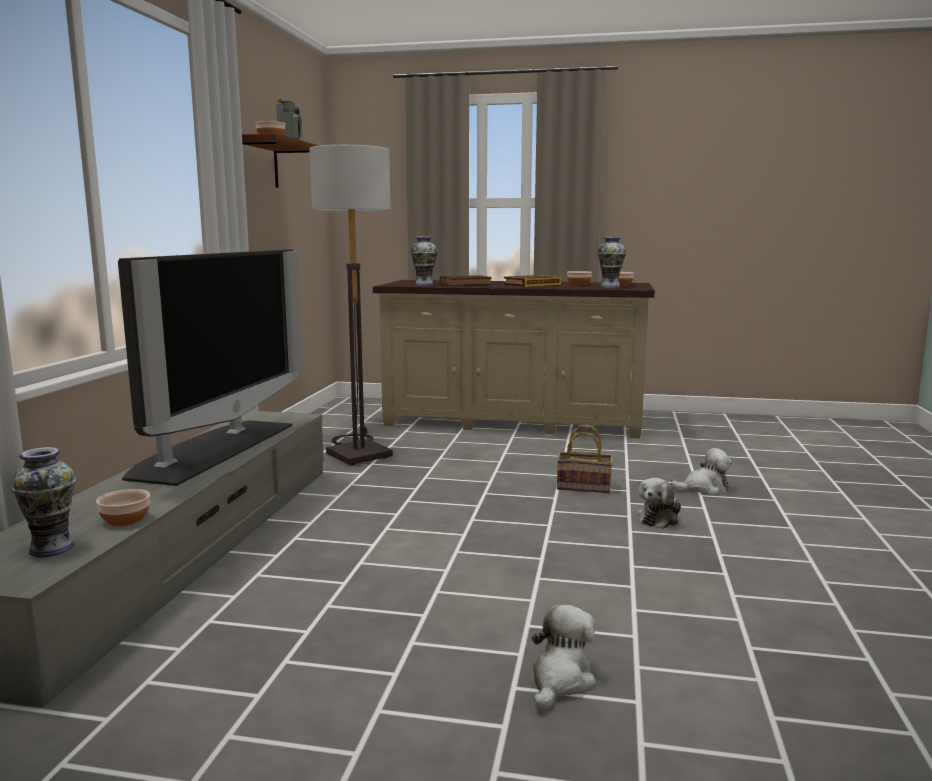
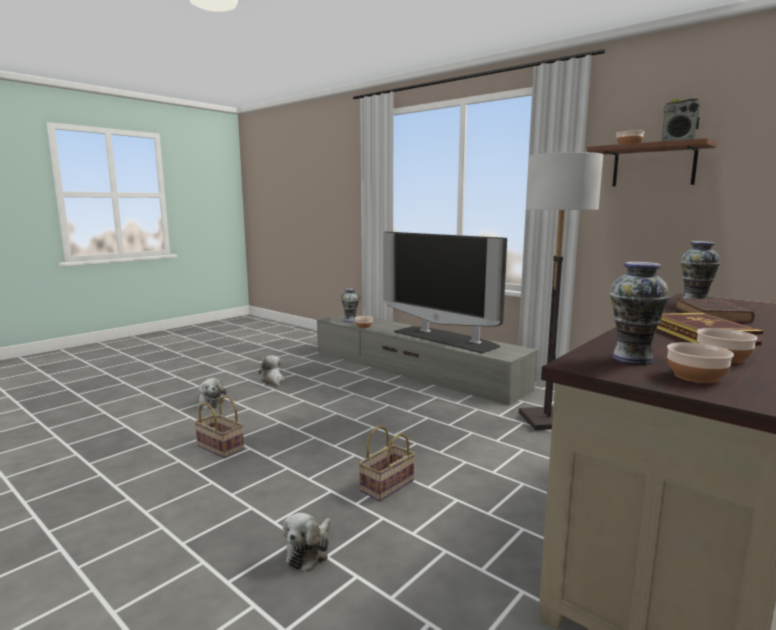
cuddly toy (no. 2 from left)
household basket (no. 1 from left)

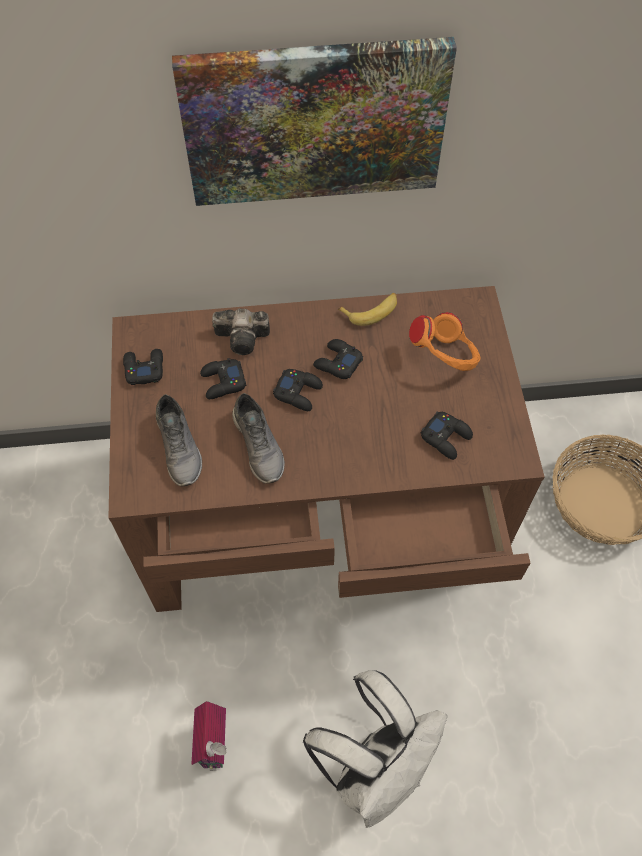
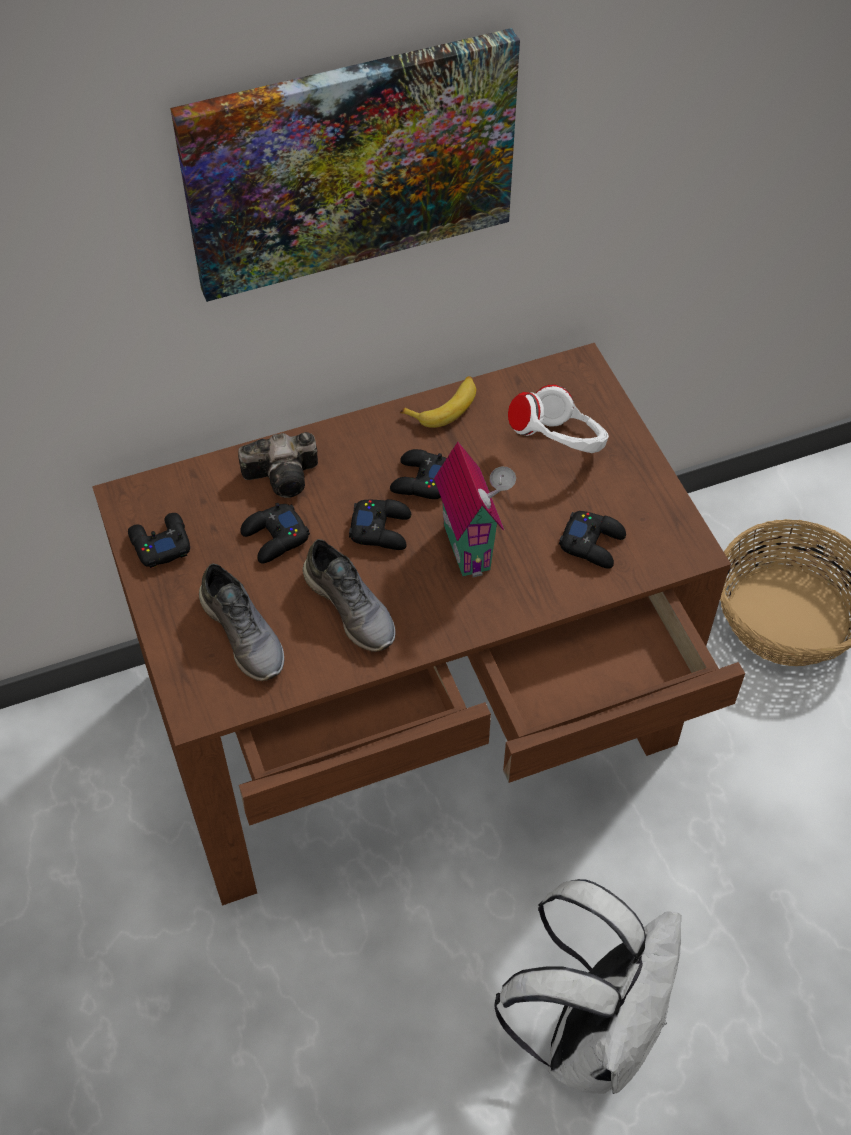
headset (whitish)
miniature house

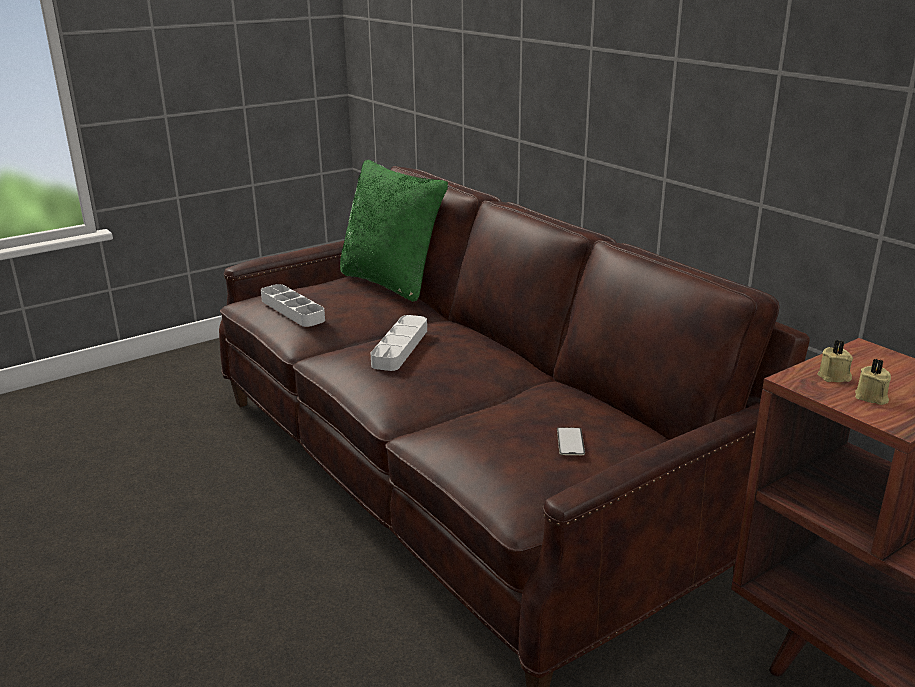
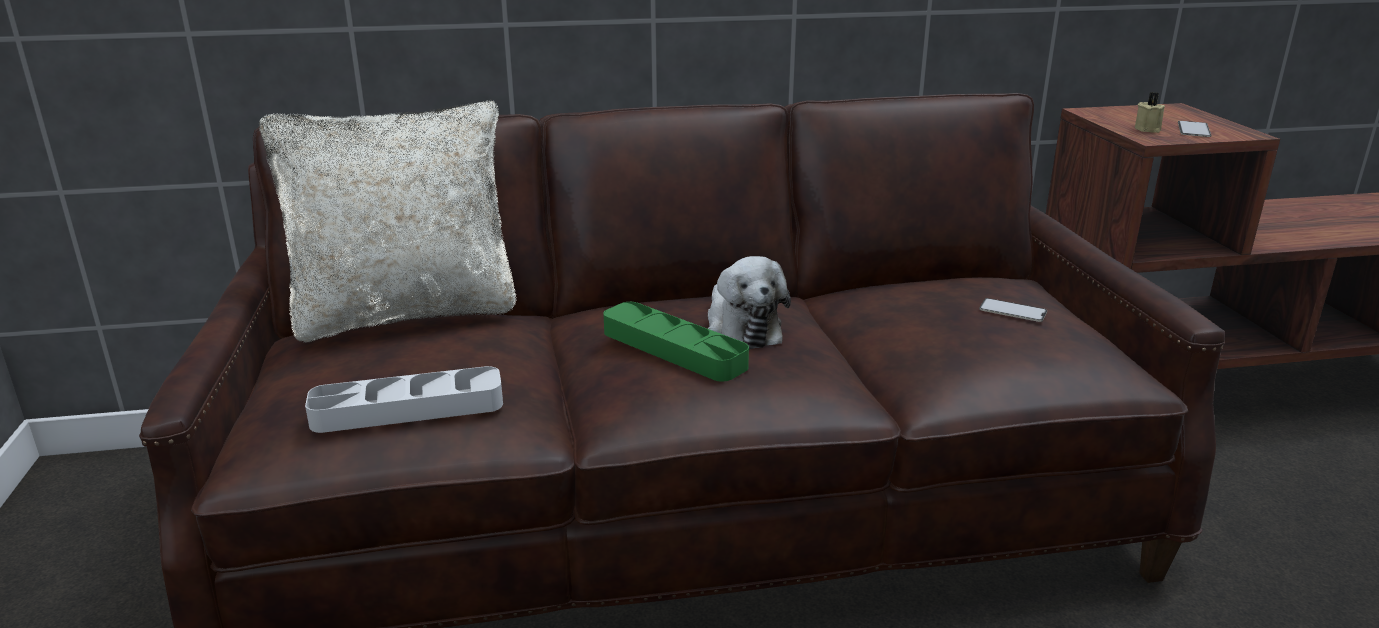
throw pillow (beige)
carrying tray (green-coloured)
phone (no. 2 from left)
cuddly toy

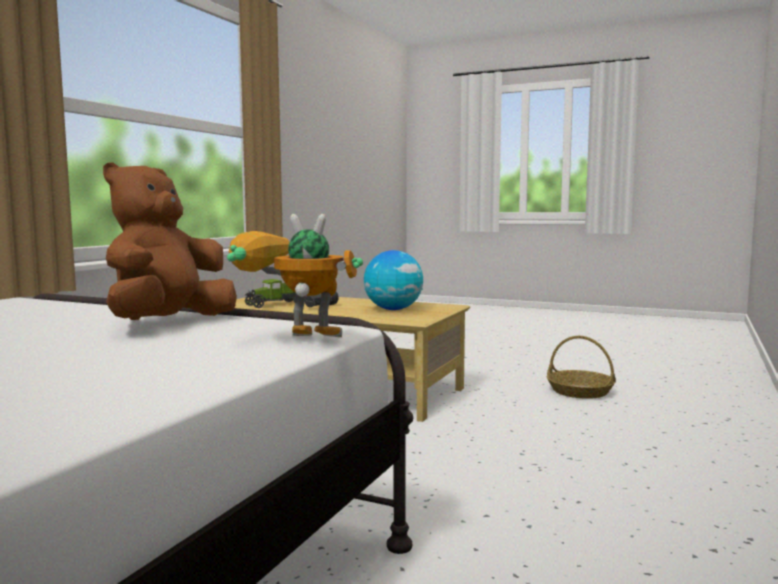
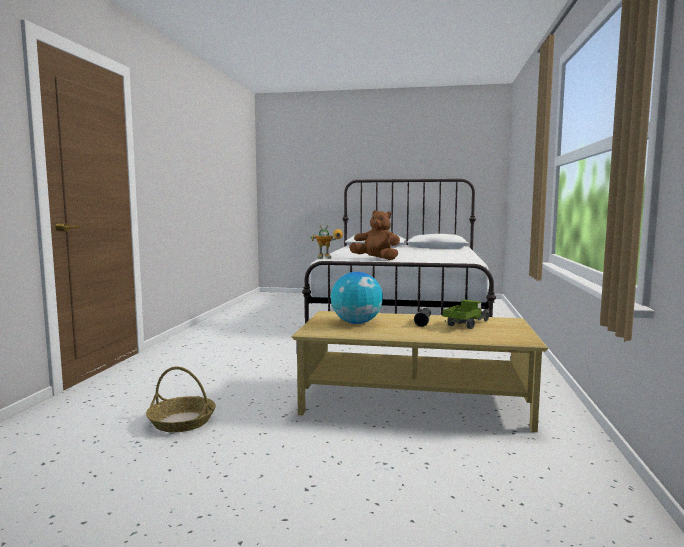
cuddly toy (brown-coloured)

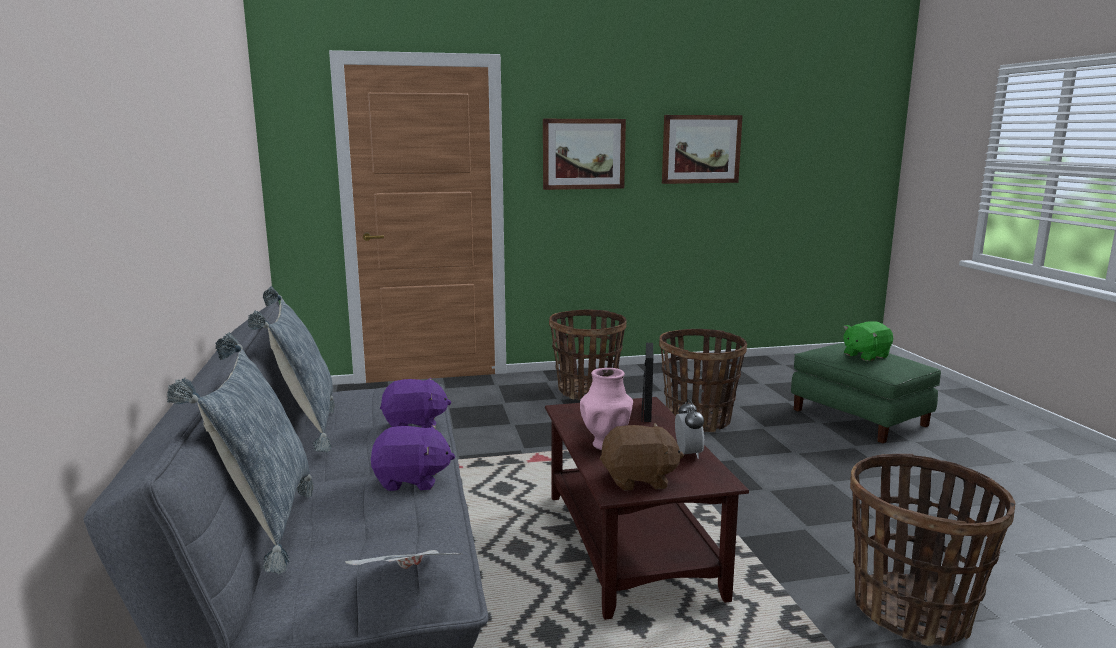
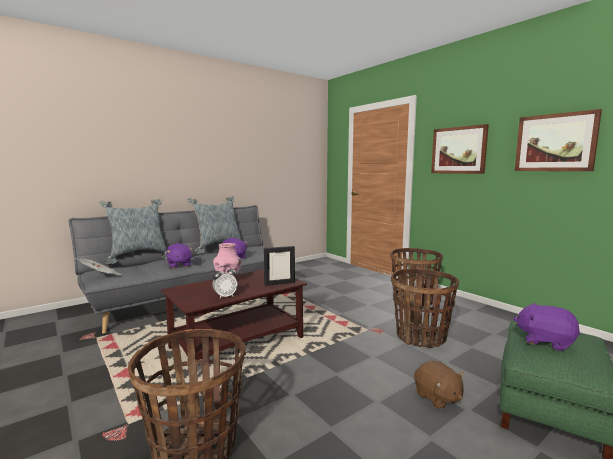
cuddly toy (purple-coloured) (no. 3 from left)
cuddly toy (brown-coloured)

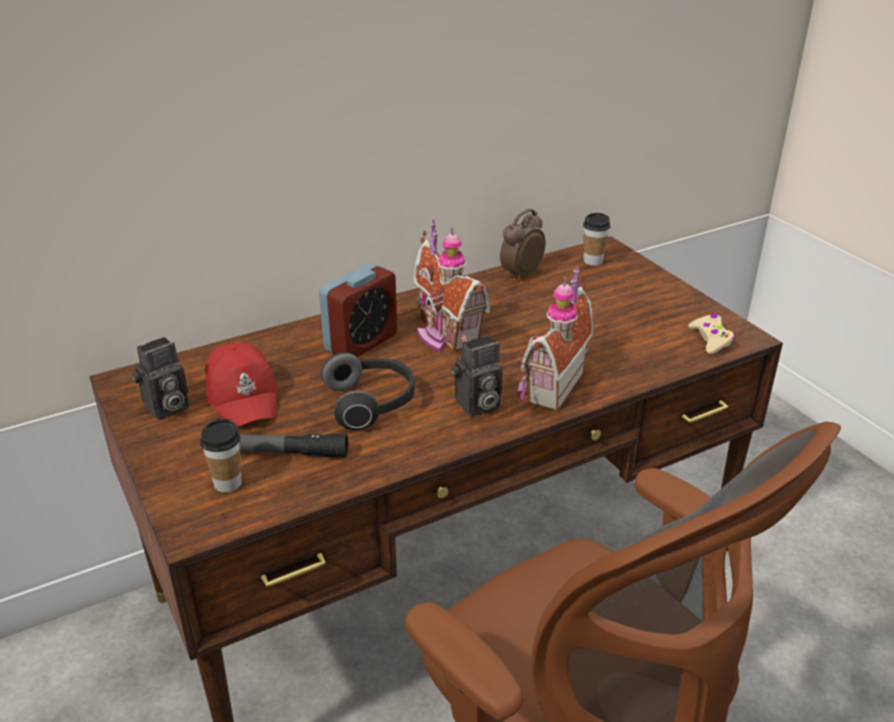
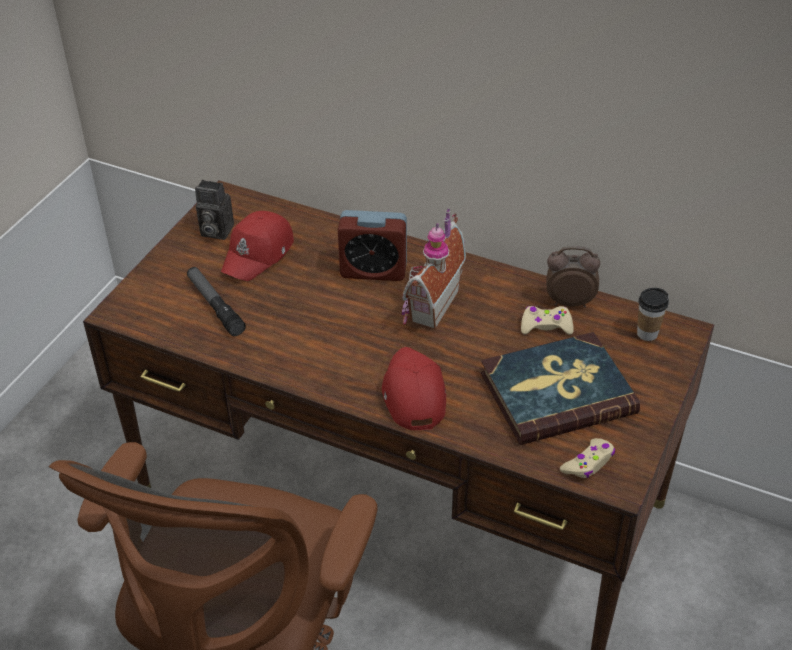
peaked cap (red) (no. 2 from left)
photo camera (no. 2 from left in the first image)
headset
cup (no. 1 from left in the first image)
gamepad (beige) (no. 1 from left)
bound book

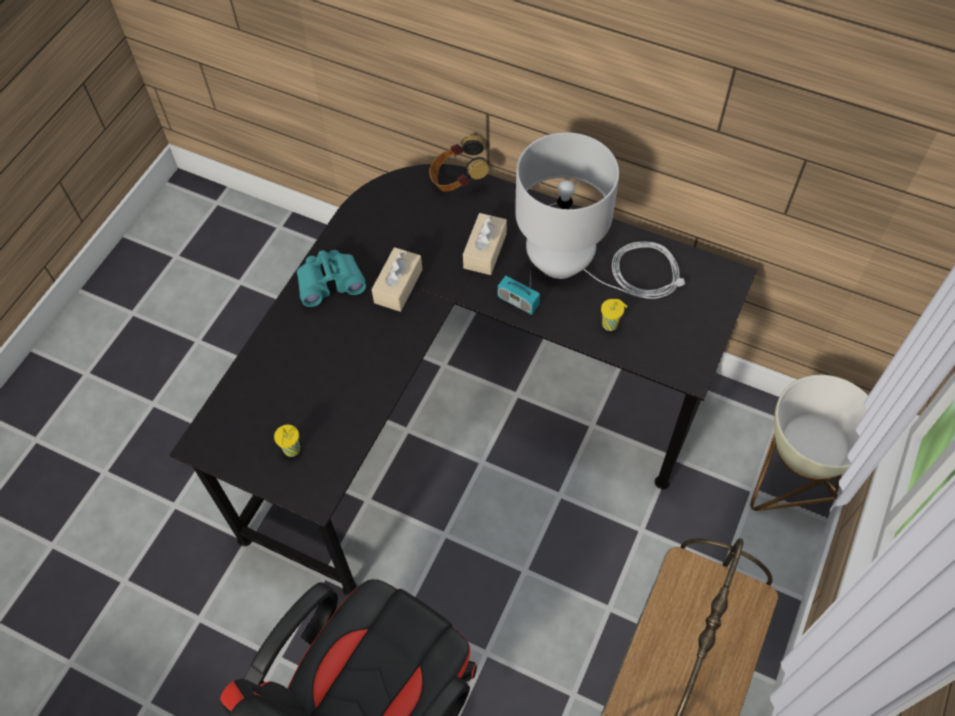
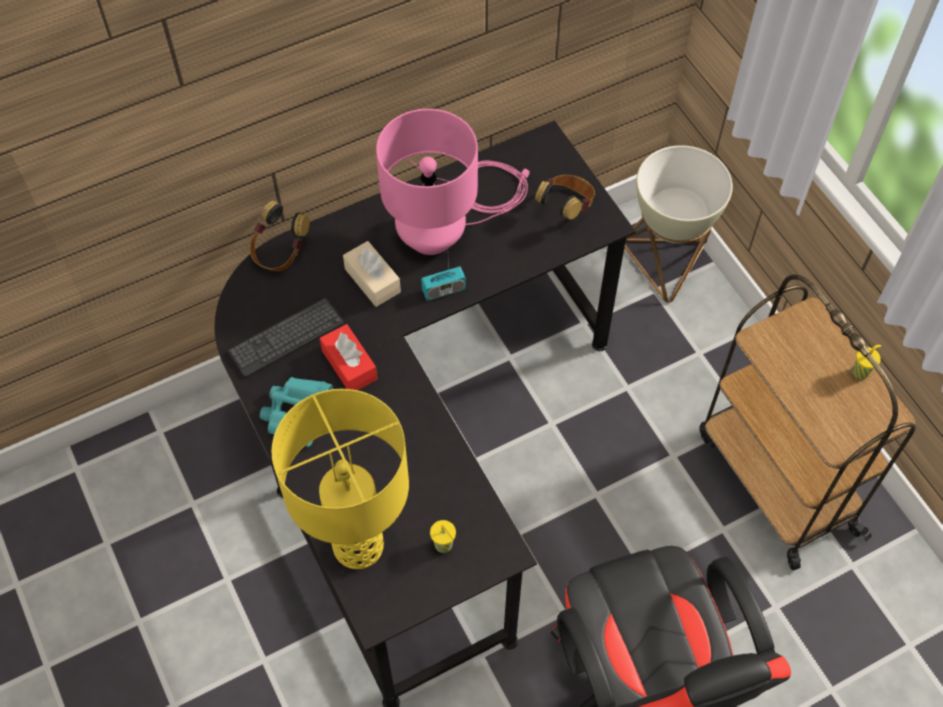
tabletop lamp (pink)
box of tissues (red)
cup (yellow-coloured) (no. 2 from left)
headset (no. 2 from left)
computer keyboard
tabletop lamp (yellow-coloured)

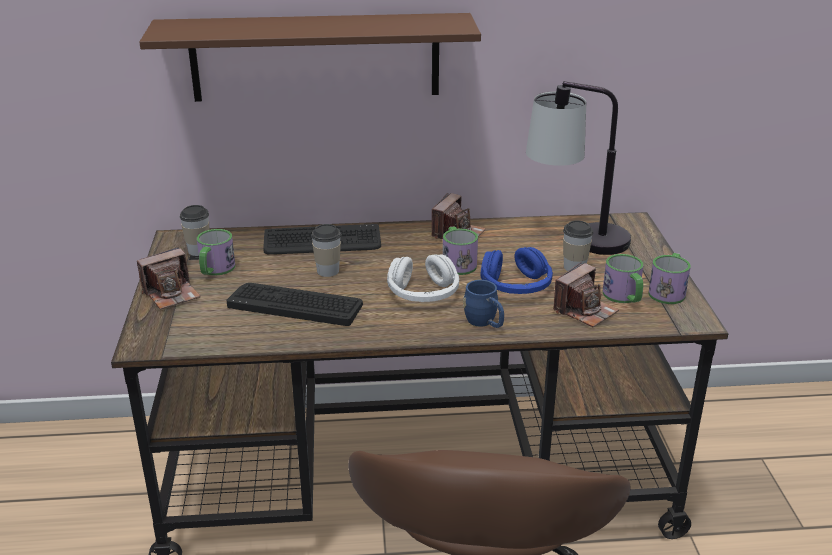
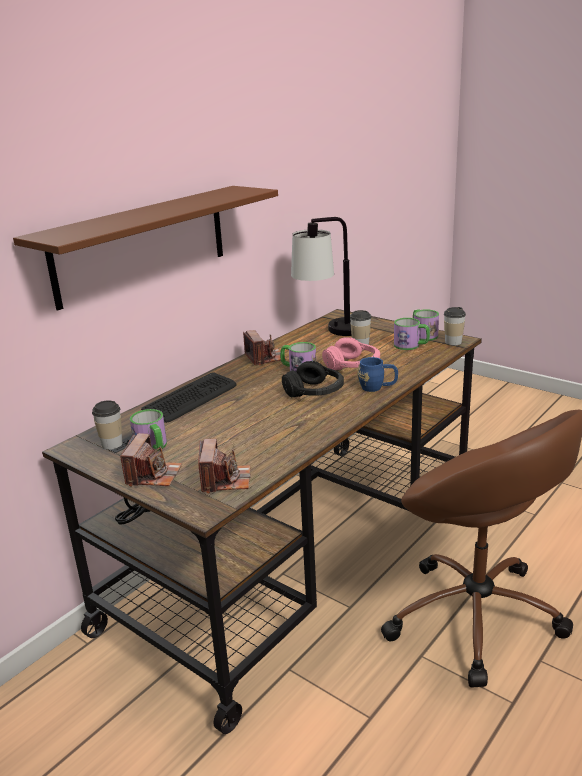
cup (no. 3 from left)
headset (pink)
headset (black)
photo camera (no. 2 from left)
computer keyboard (no. 1 from left in the first image)

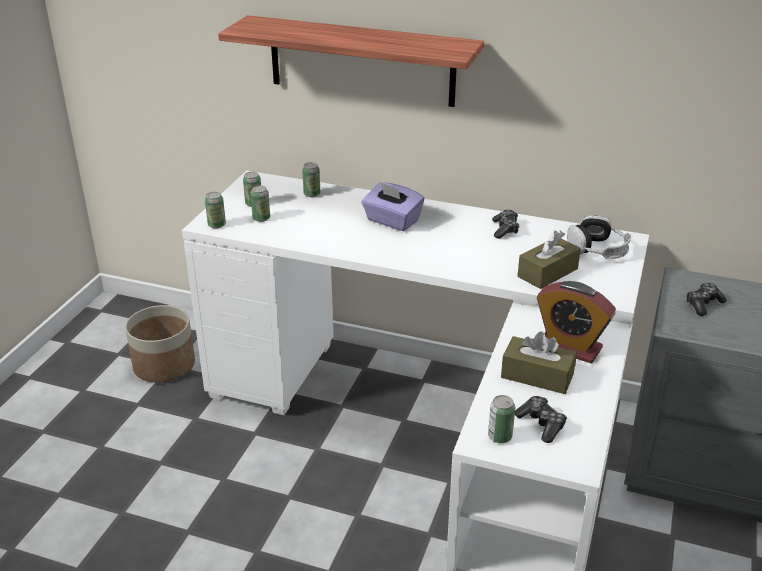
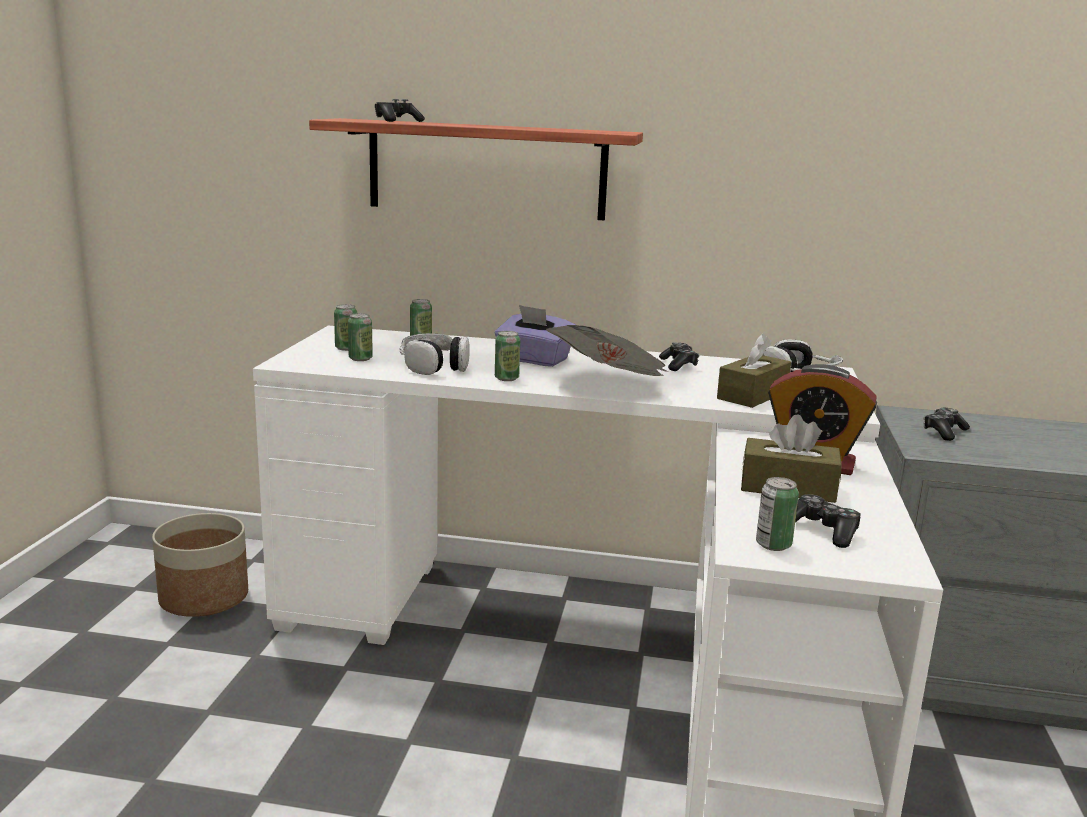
sealed can (no. 4 from left)
gamepad (no. 1 from left)
newspaper
headset (no. 1 from left)

